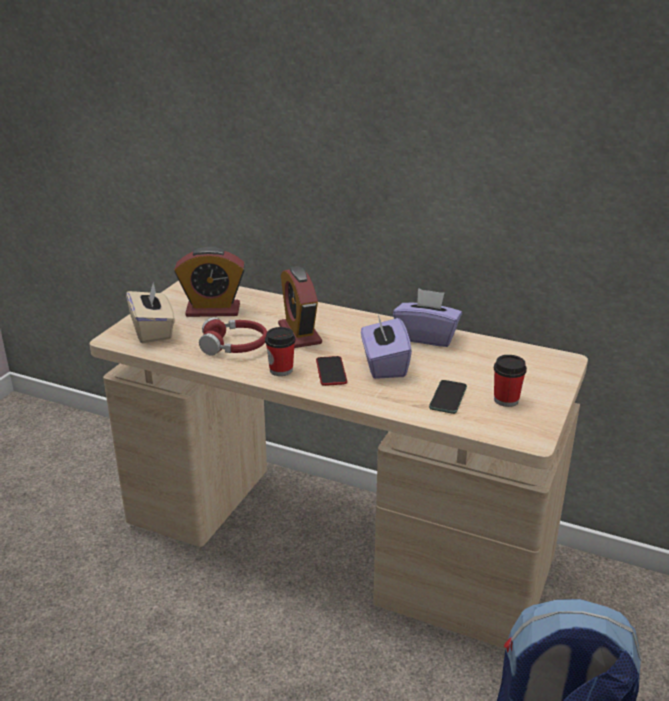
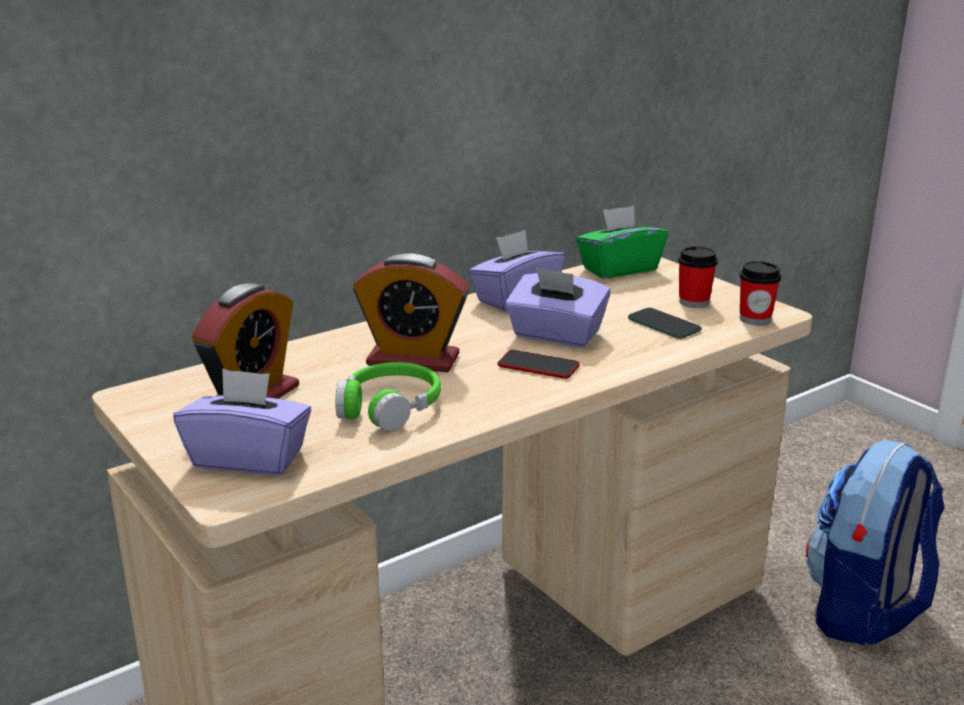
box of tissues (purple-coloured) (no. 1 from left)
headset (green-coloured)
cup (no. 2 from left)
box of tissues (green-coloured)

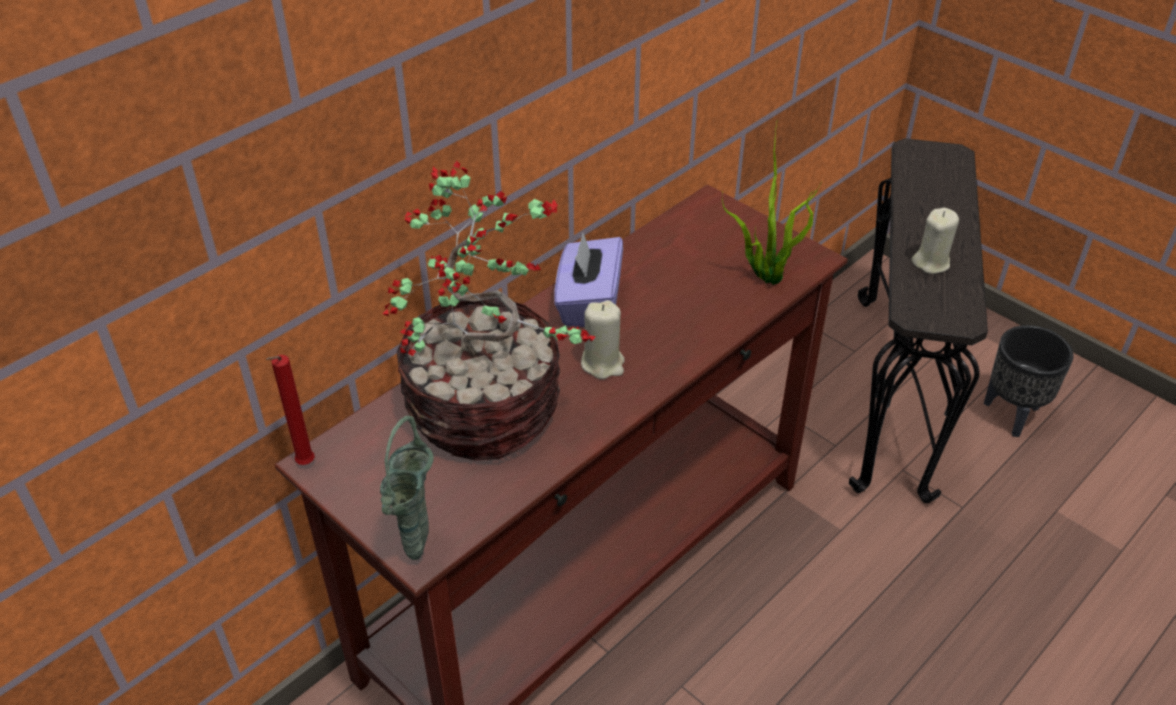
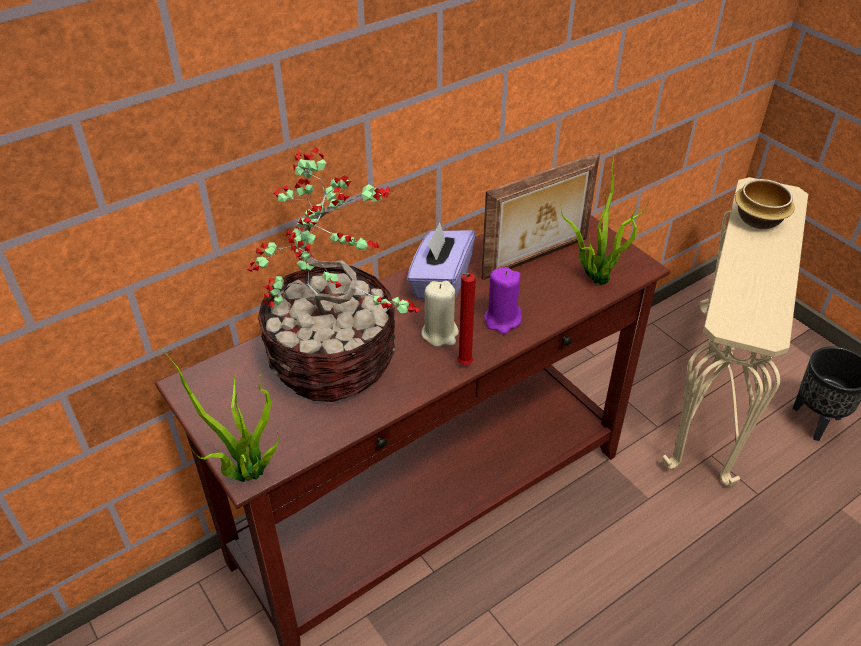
side table (beige)
wax light (beige) (no. 2 from left in the first image)
wax light (red)
plant in a pot (no. 1 from left)
photo frame
deep dish
wax light (purple-coloured)

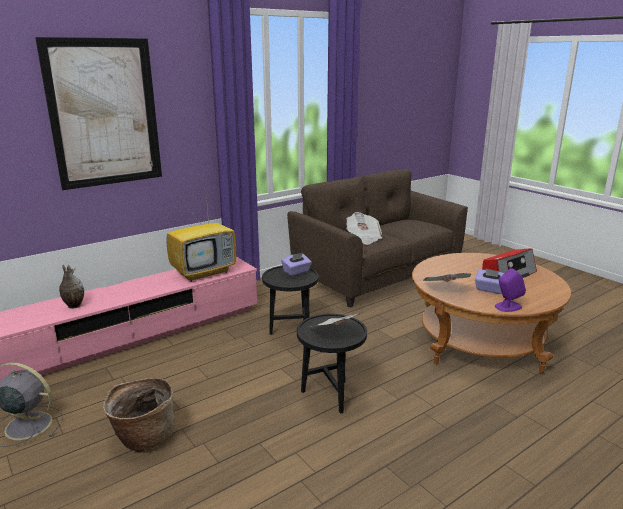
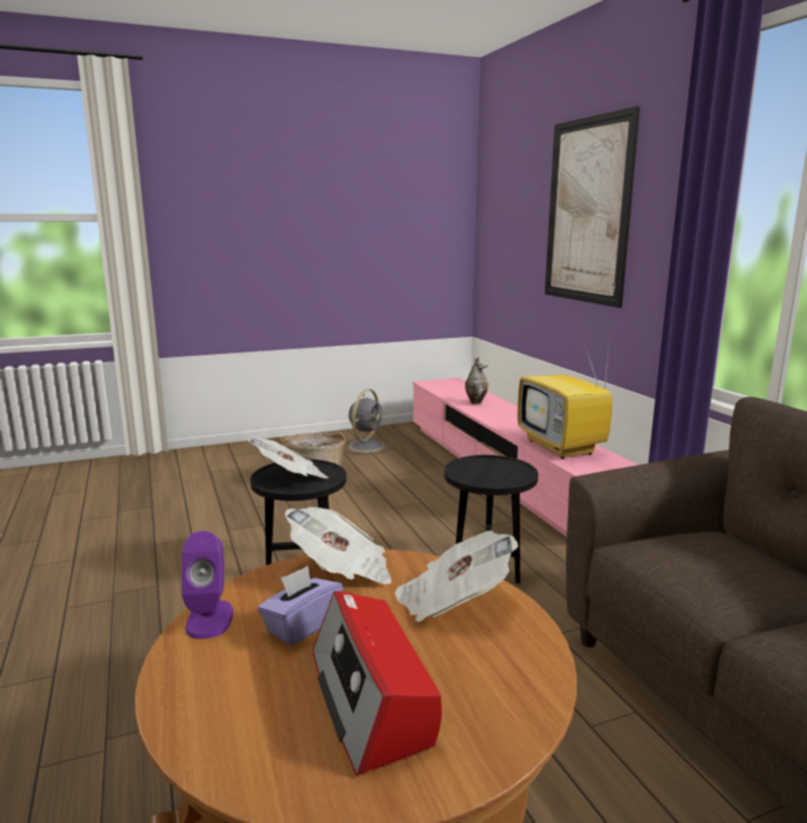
newspaper (no. 3 from left)
box of tissues (purple-coloured) (no. 1 from left in the first image)

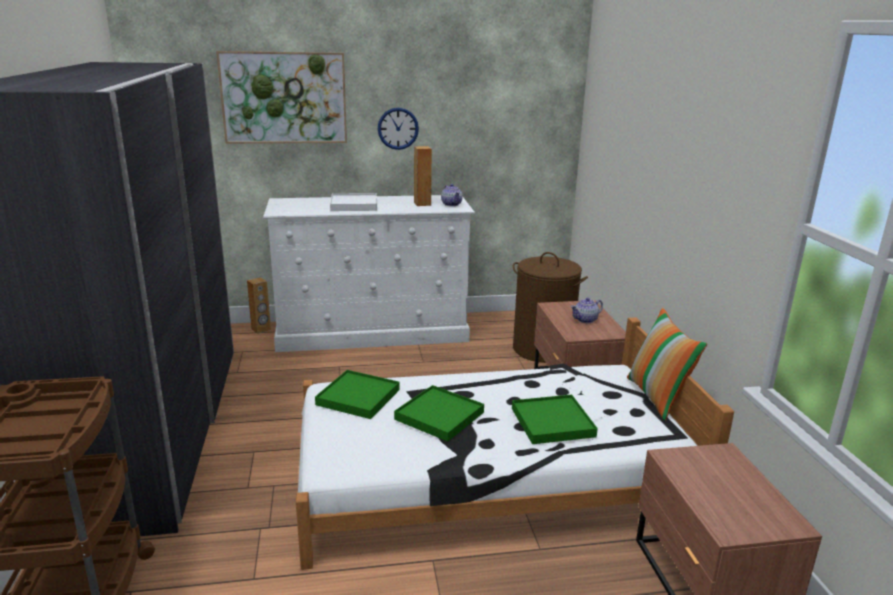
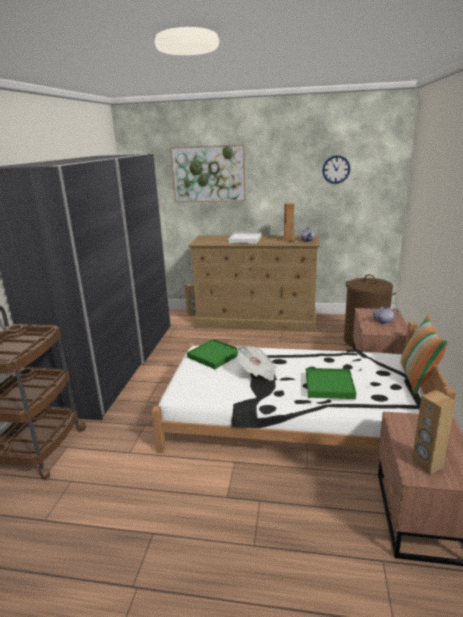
wall clock
chest of drawers (brown-coloured)
newspaper
audio speaker (brown-coloured) (no. 3 from left)

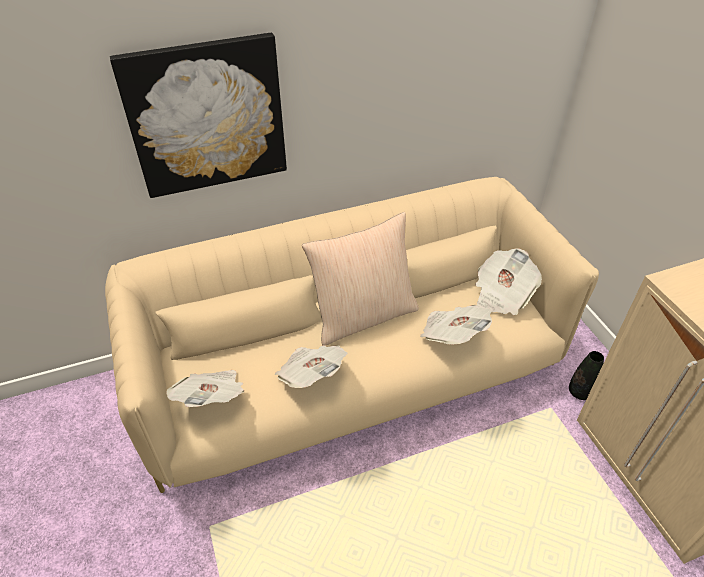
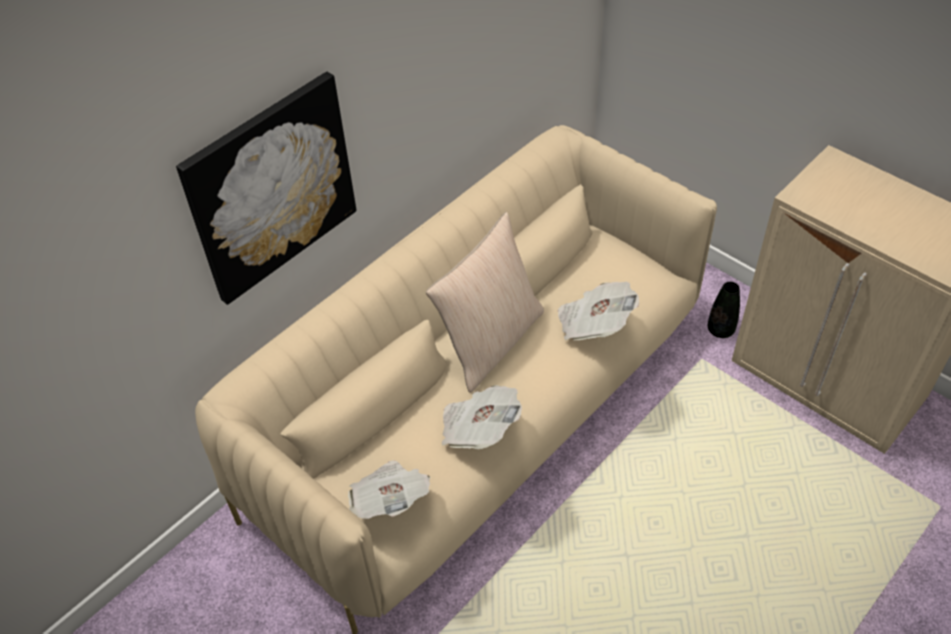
newspaper (no. 4 from left in the first image)

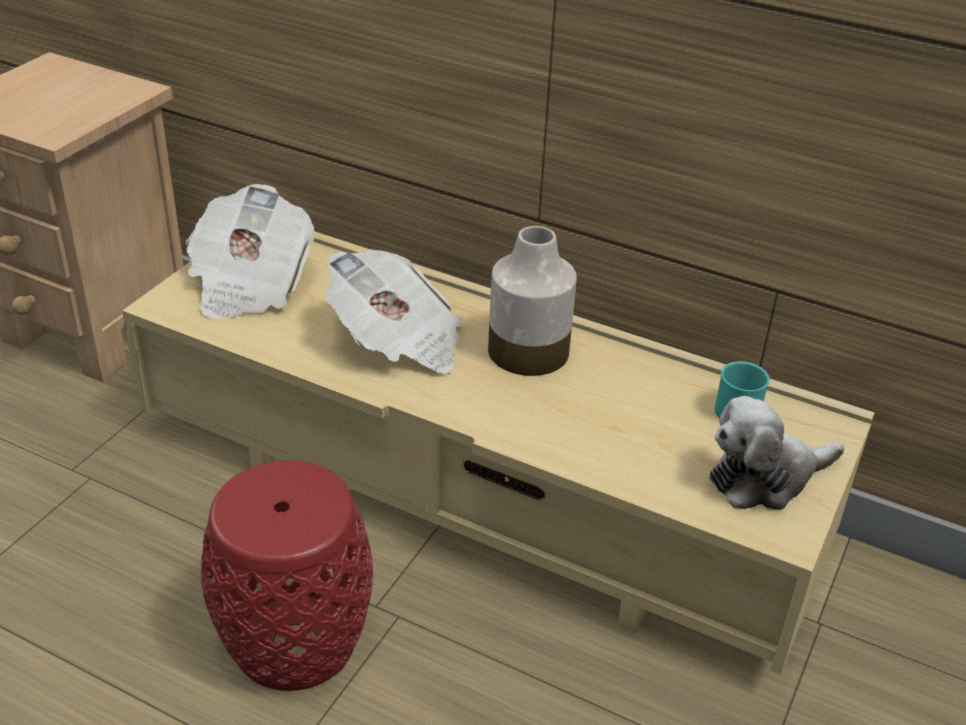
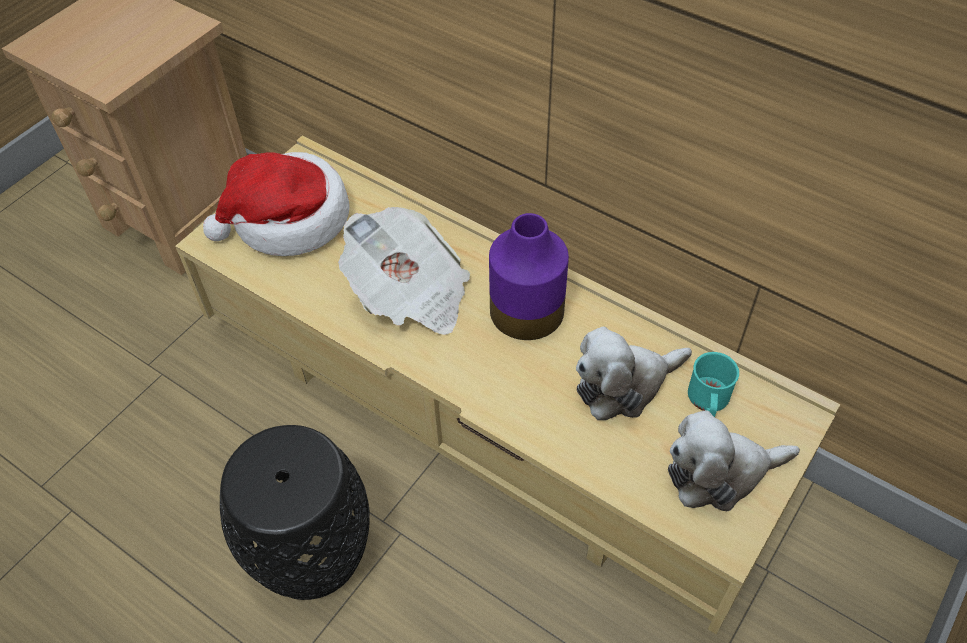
clothing hat
vase (purple-coloured)
sitting stool (black)
cuddly toy (no. 1 from left)

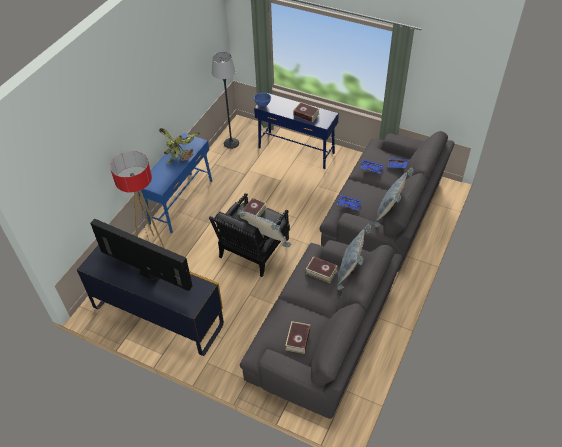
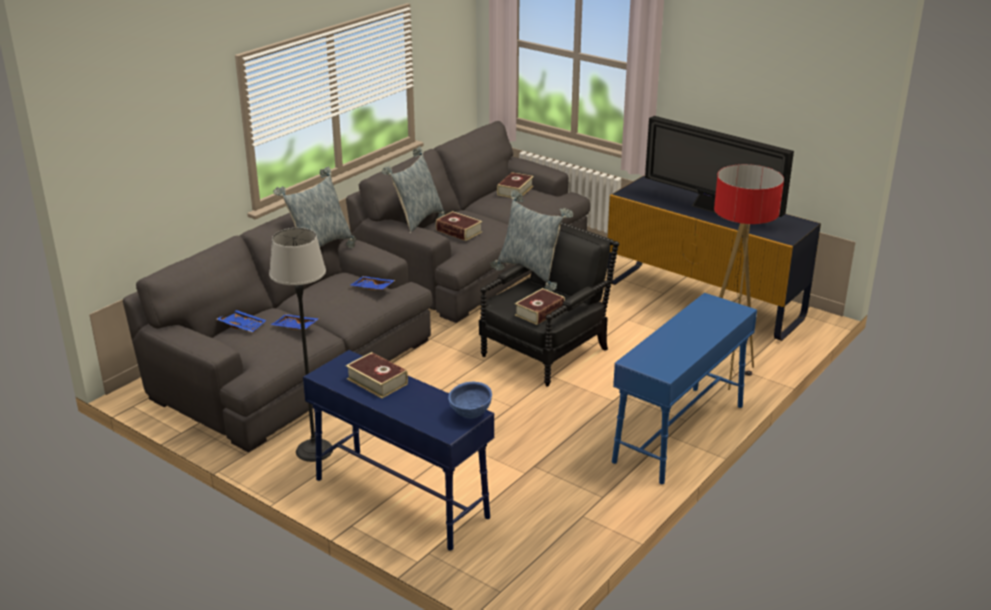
floor lamp (no. 1 from left)
plant in a pot

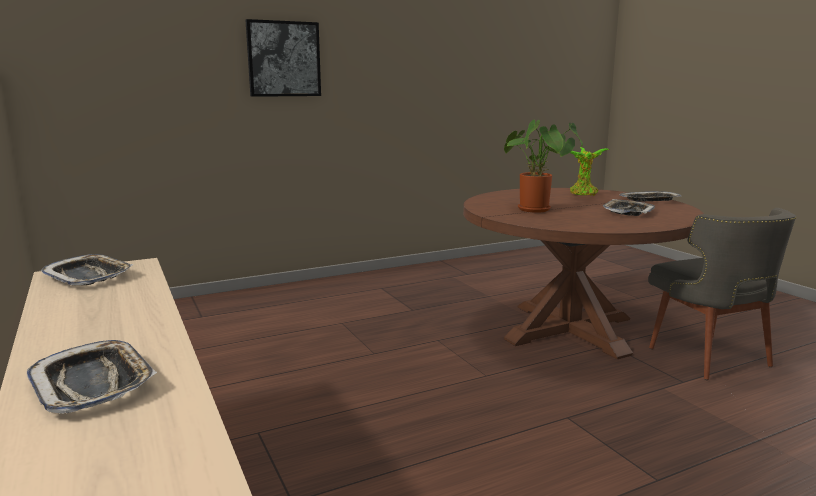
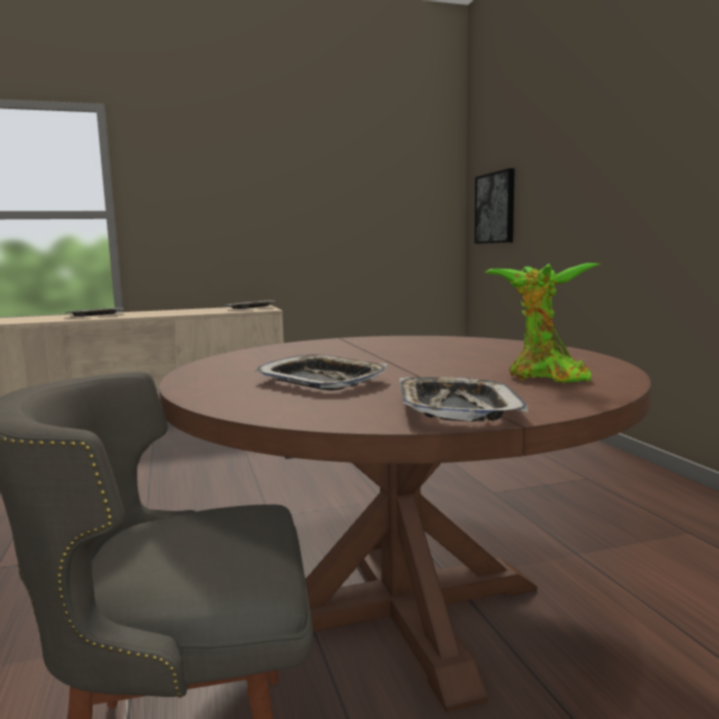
wall picture
plant in a pot (no. 1 from left in the first image)

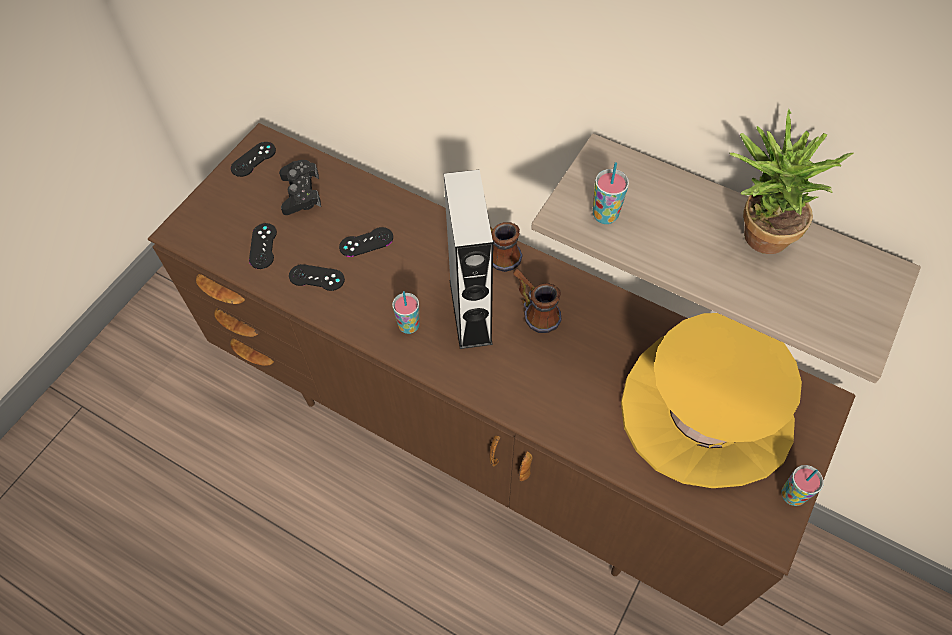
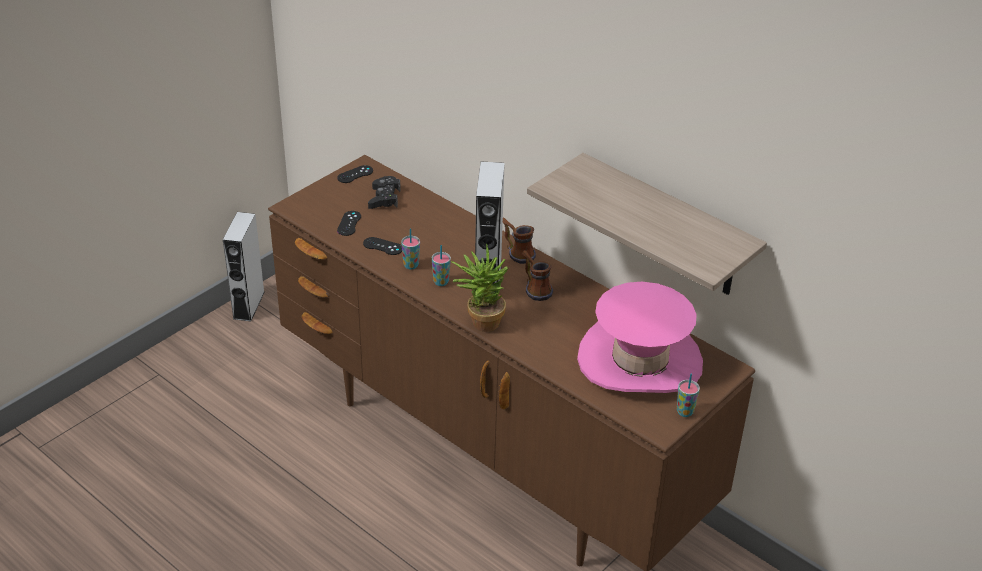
plant in a pot
cup (no. 1 from left)
gamepad (black) (no. 5 from left in the first image)
clothing hat (pink)
audio speaker (grey) (no. 1 from left)

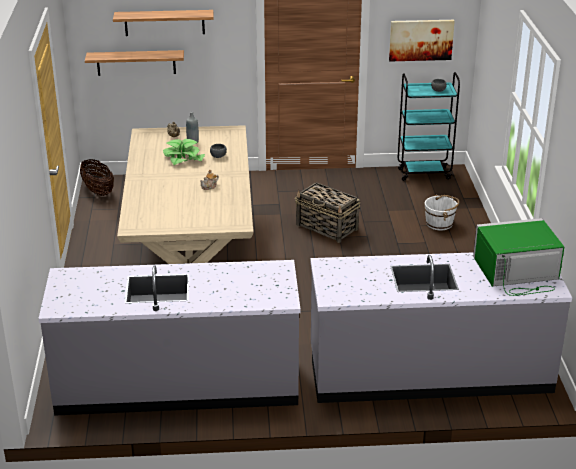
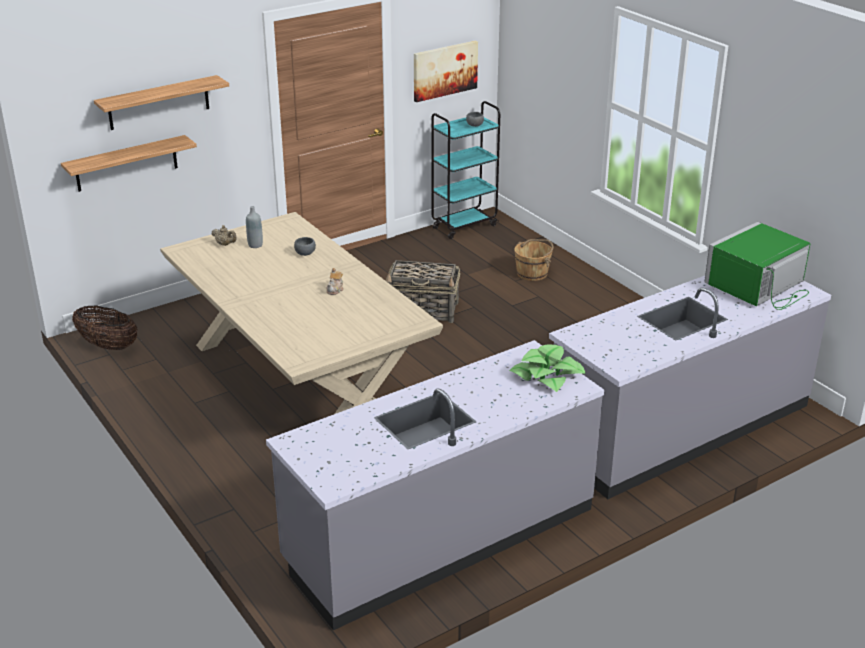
plant in a pot
water bucket (brown-coloured)

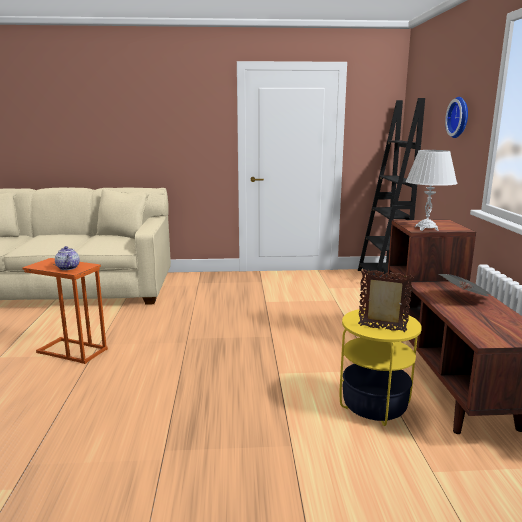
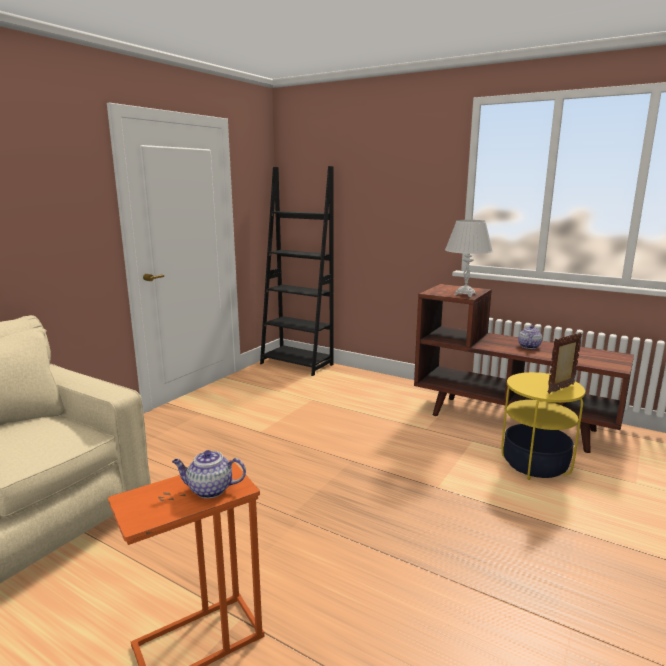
wall clock
pot for tea (no. 2 from left)

